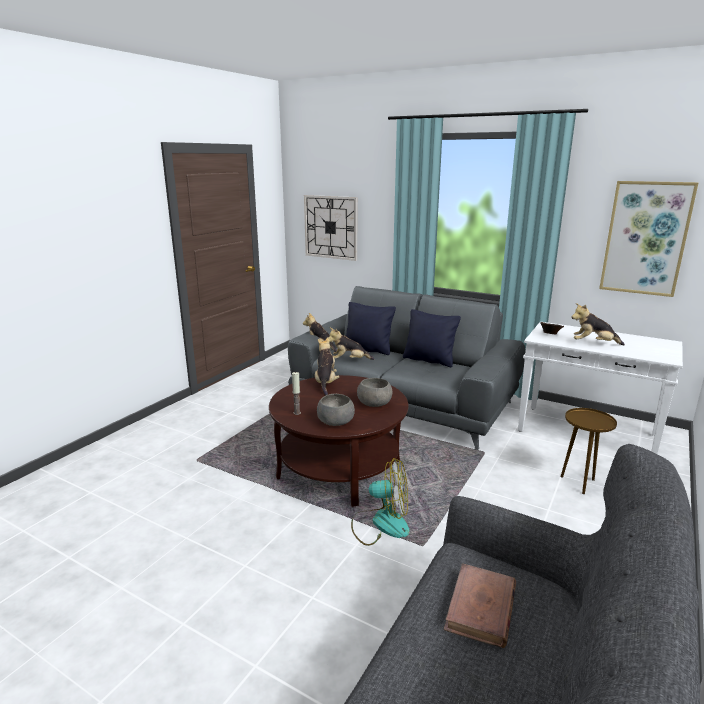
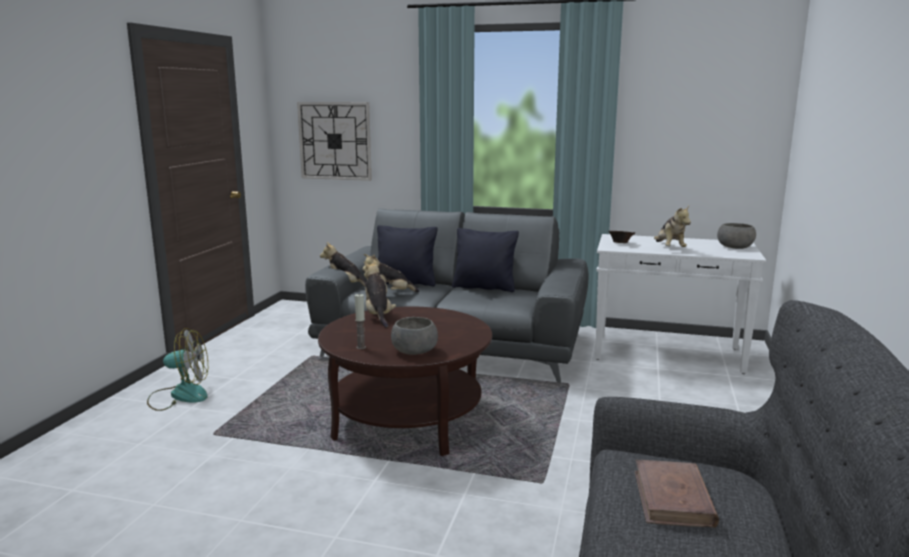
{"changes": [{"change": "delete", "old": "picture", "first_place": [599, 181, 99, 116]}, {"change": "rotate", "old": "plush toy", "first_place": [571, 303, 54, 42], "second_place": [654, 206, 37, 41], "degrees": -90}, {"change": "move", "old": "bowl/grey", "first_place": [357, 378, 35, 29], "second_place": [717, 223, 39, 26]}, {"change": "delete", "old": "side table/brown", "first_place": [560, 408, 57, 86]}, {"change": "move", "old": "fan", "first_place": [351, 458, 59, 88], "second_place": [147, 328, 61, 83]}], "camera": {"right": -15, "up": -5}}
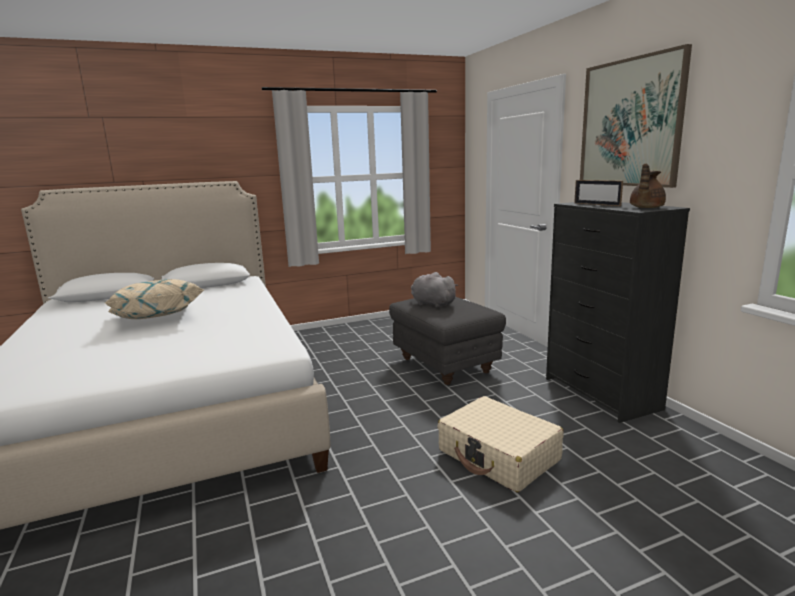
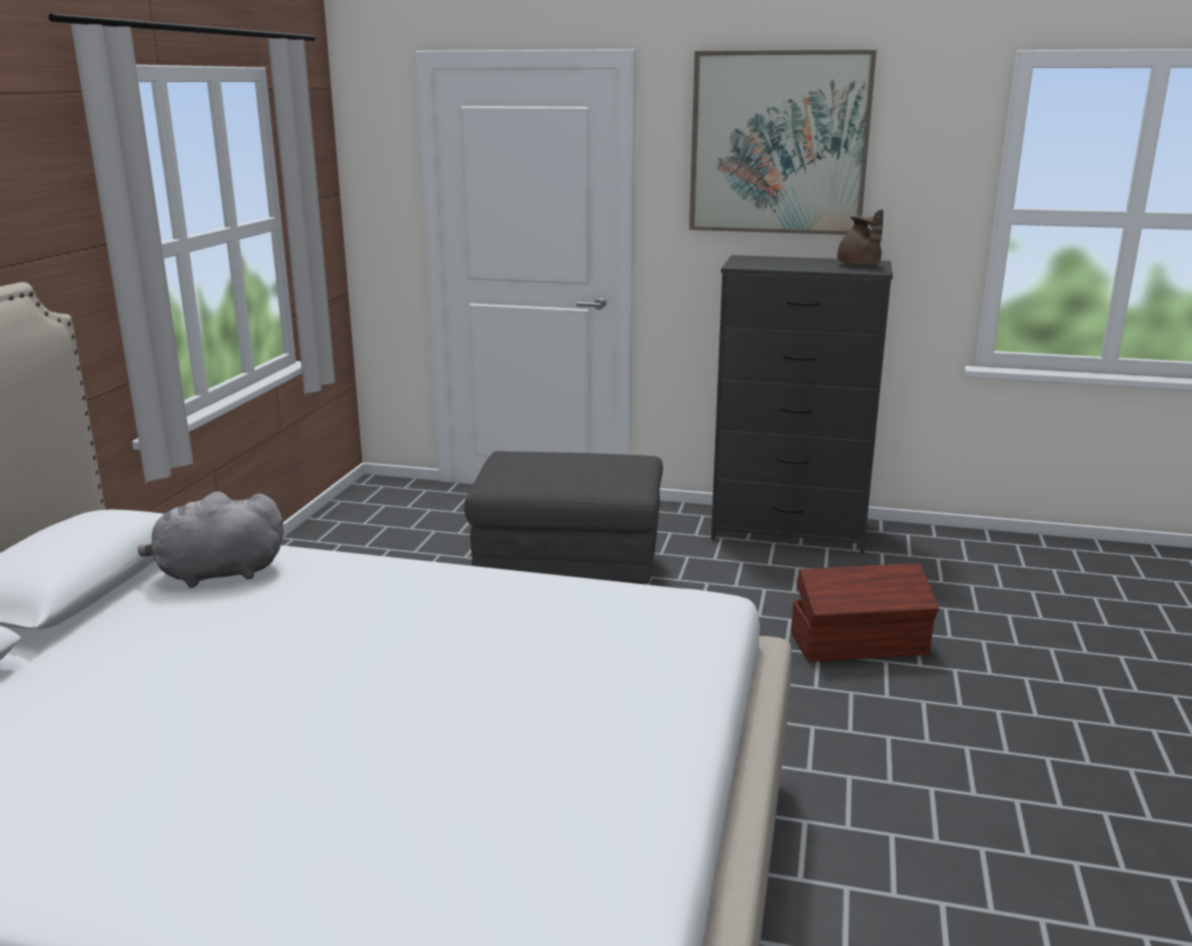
{"changes": [{"change": "delete", "old": "picture frame", "first_place": [574, 180, 49, 26]}, {"change": "move", "old": "plush toy/grey", "first_place": [411, 272, 48, 36], "second_place": [138, 492, 146, 96]}, {"change": "delete", "old": "pillow/beige", "first_place": [105, 279, 99, 40]}, {"change": "replace", "old": "suitcase/beige", "new": "storage box/brown", "first_place": [438, 396, 126, 96], "second_place": [791, 563, 148, 99]}], "camera": {"right": -55, "up": 5}}
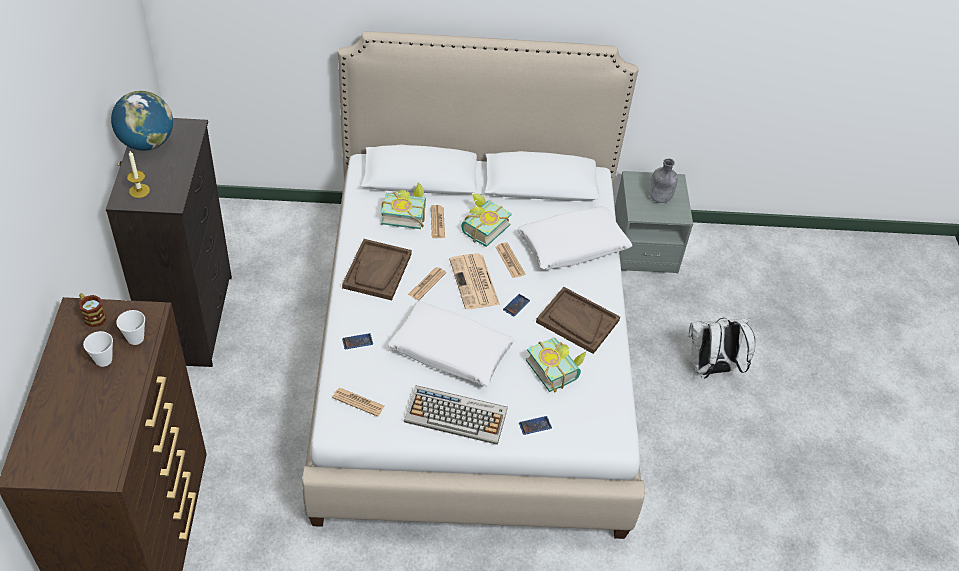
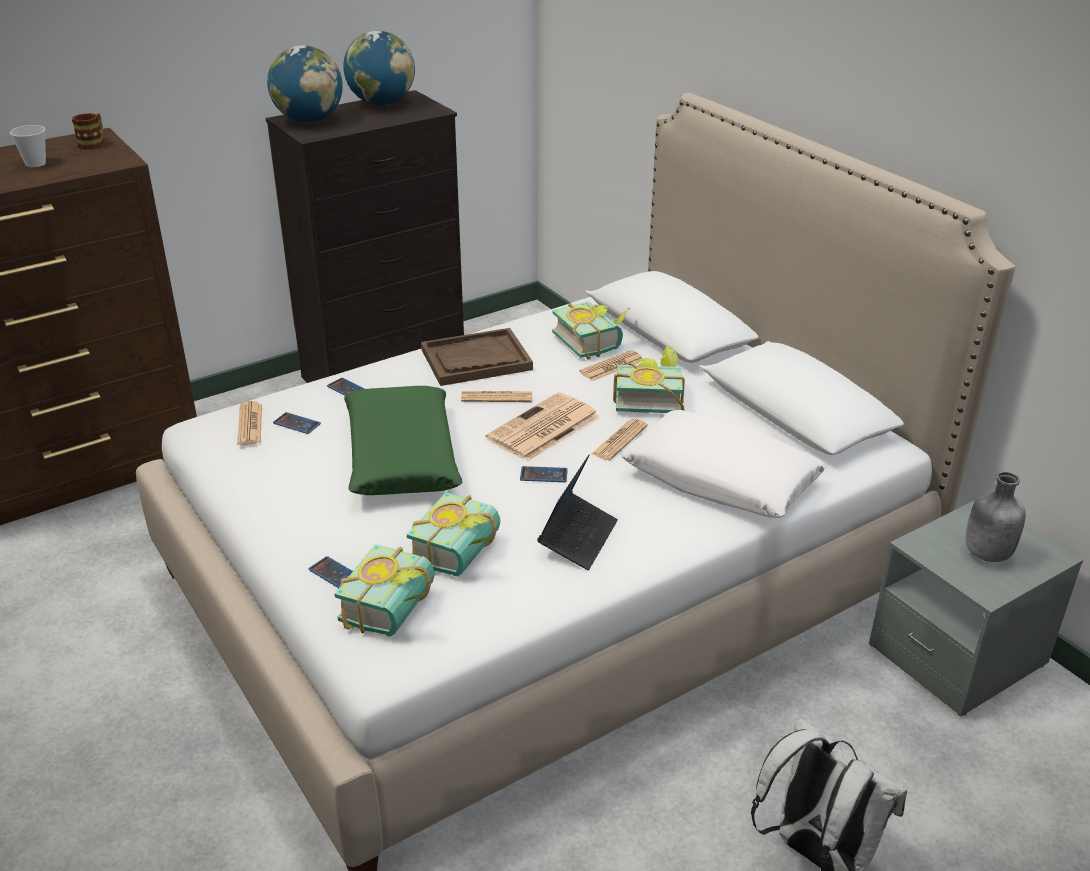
{"changes": [{"change": "replace", "old": "candle", "new": "globe", "first_place": [127, 151, 23, 47], "second_place": [267, 45, 76, 77]}, {"change": "replace", "old": "tray/brown", "new": "laptop", "first_place": [536, 287, 84, 67], "second_place": [537, 455, 81, 115]}, {"change": "recolor", "old": "pillow/white", "new": "pillow/green", "first_place": [388, 301, 126, 85], "second_place": [344, 386, 119, 109]}, {"change": "delete", "old": "cup", "first_place": [116, 310, 29, 35]}, {"change": "delete", "old": "keyboard", "first_place": [404, 385, 104, 60]}, {"change": "insert", "new": "phone", "second_place": [273, 412, 48, 22]}, {"change": "insert", "new": "book", "second_place": [335, 544, 100, 92]}], "camera": {"right": 60, "up": -15}}
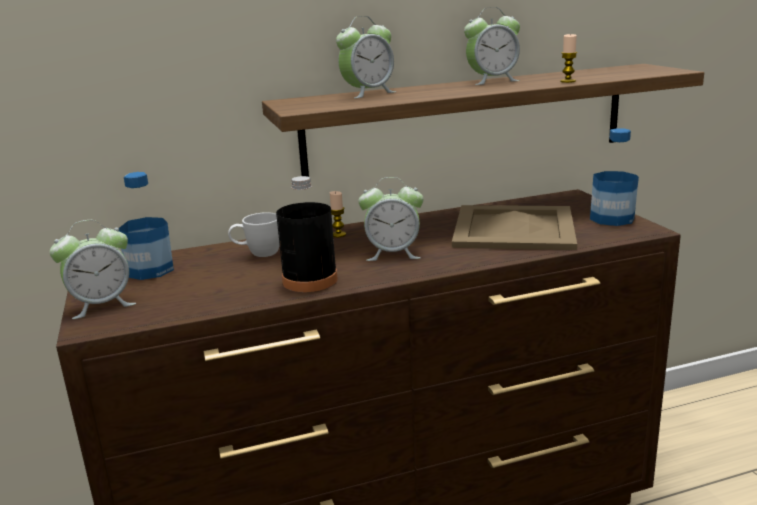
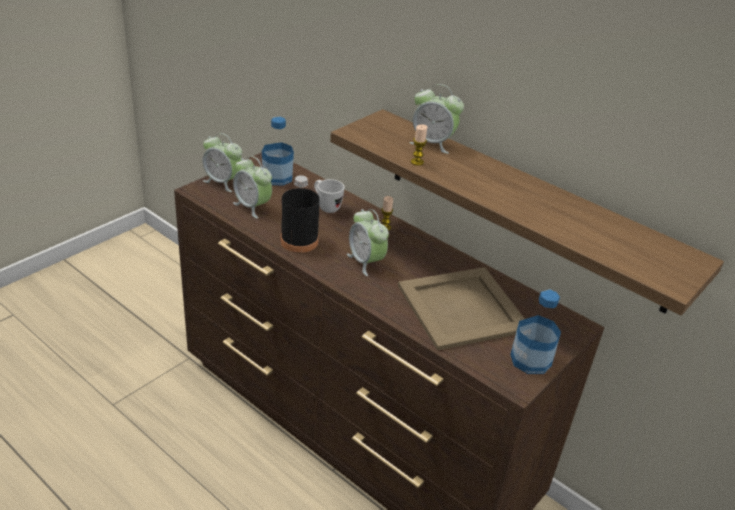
{"changes": [{"change": "move", "old": "alarm clock", "first_place": [464, 7, 56, 78], "second_place": [233, 156, 39, 62]}, {"change": "move", "old": "candle", "first_place": [560, 34, 17, 49], "second_place": [411, 124, 16, 42]}], "camera": {"right": 55, "up": 15}}
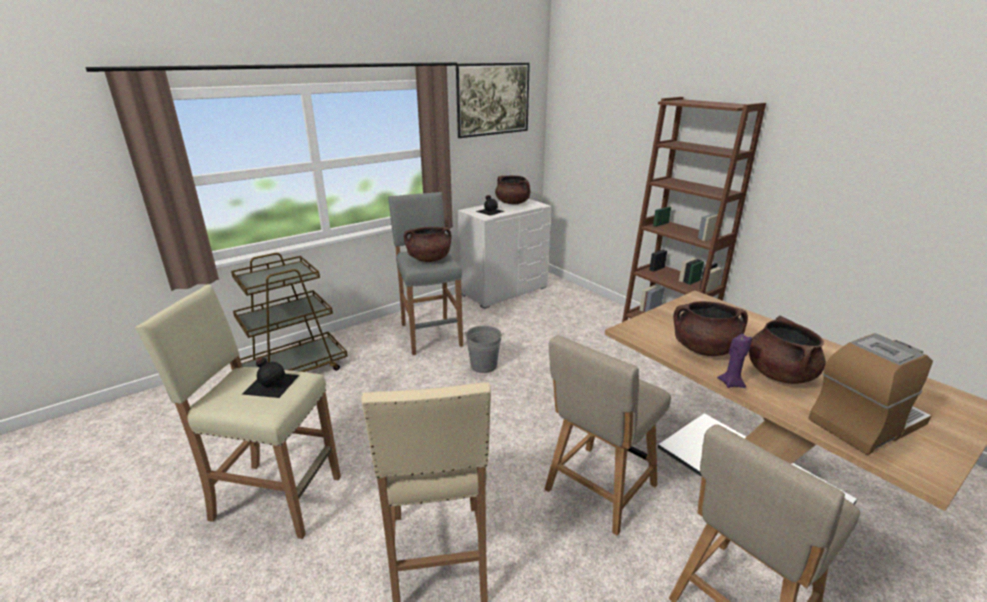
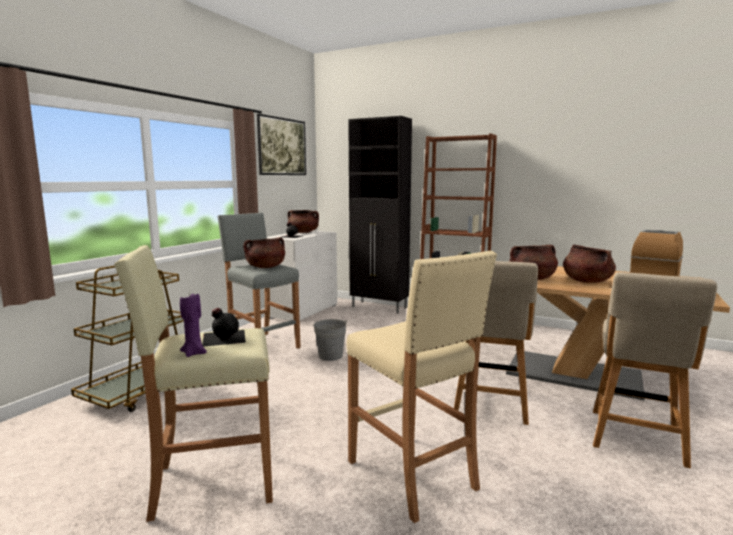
{"changes": [{"change": "move", "old": "candle/purple", "first_place": [717, 334, 35, 54], "second_place": [180, 294, 27, 63]}, {"change": "insert", "new": "cabinet/black", "second_place": [348, 116, 64, 198]}], "camera": {"right": -25, "up": -15}}
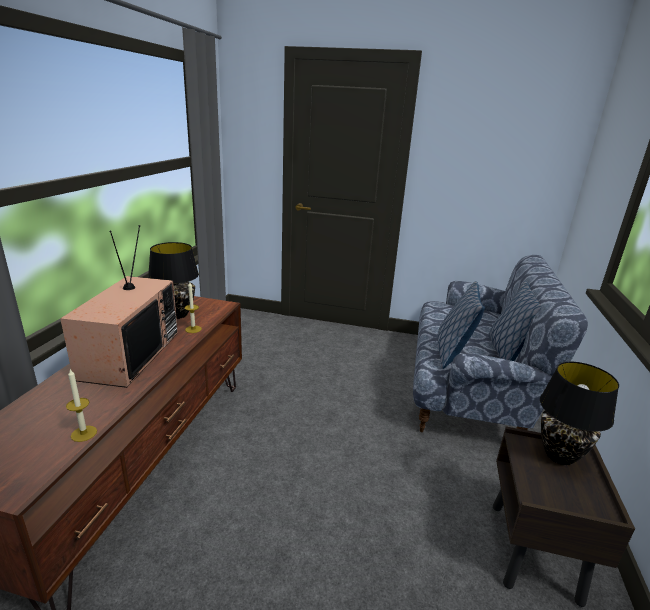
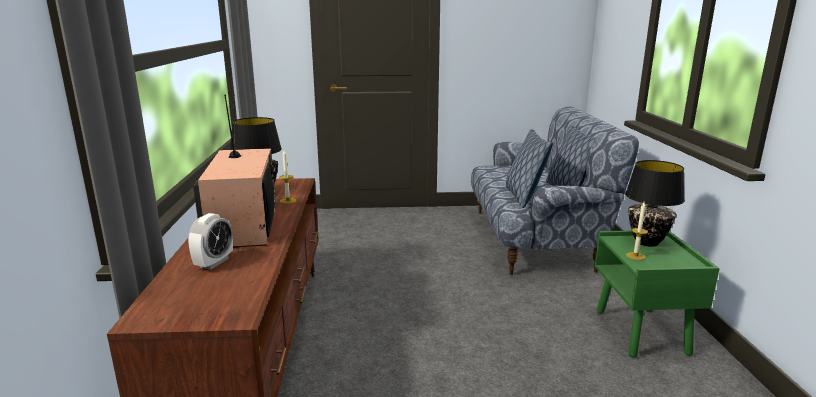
{"changes": [{"change": "move", "old": "candle", "first_place": [66, 369, 31, 73], "second_place": [626, 202, 22, 58]}, {"change": "recolor", "old": "nightstand/brown", "new": "nightstand/green", "first_place": [493, 427, 142, 180], "second_place": [595, 231, 125, 126]}, {"change": "insert", "new": "alarm clock", "second_place": [188, 213, 45, 57]}], "camera": {"right": -15, "up": -5}}
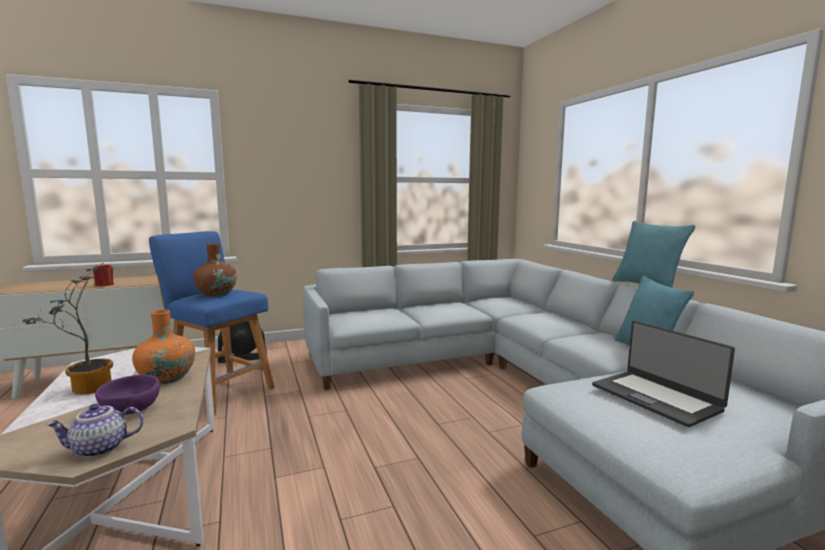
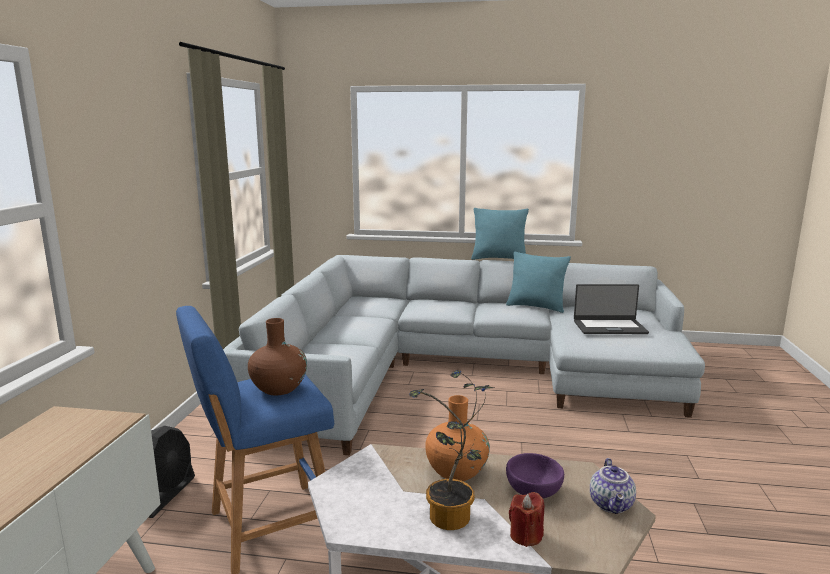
{"changes": [{"change": "move", "old": "candle/red", "first_place": [93, 263, 21, 23], "second_place": [509, 492, 35, 55]}], "camera": {"right": -60, "up": 5}}
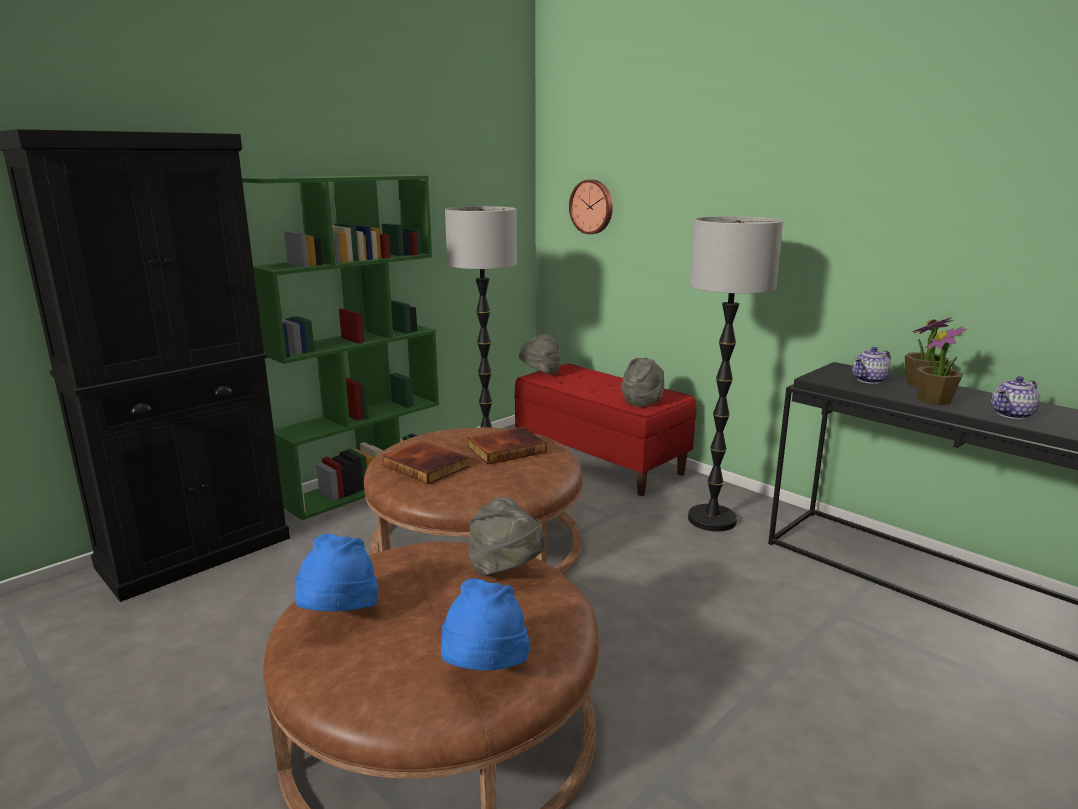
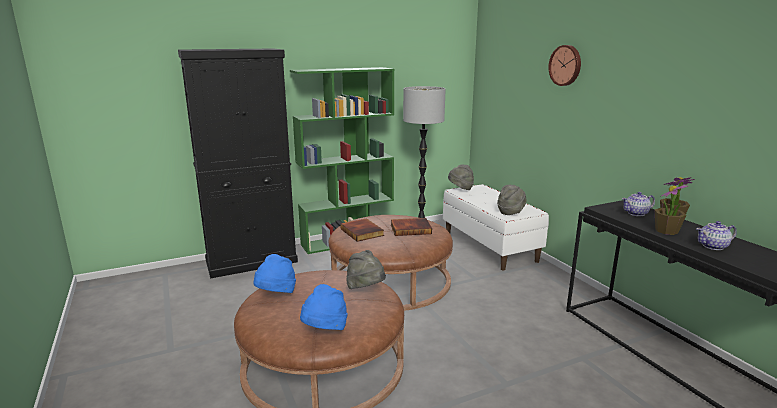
{"changes": [{"change": "move", "old": "wall clock", "first_place": [569, 180, 44, 54], "second_place": [548, 45, 33, 41]}, {"change": "delete", "old": "floor lamp", "first_place": [688, 216, 95, 316]}, {"change": "recolor", "old": "bench/red", "new": "bench/white", "first_place": [515, 364, 181, 132], "second_place": [443, 184, 106, 87]}], "camera": {"right": 20, "up": 0}}
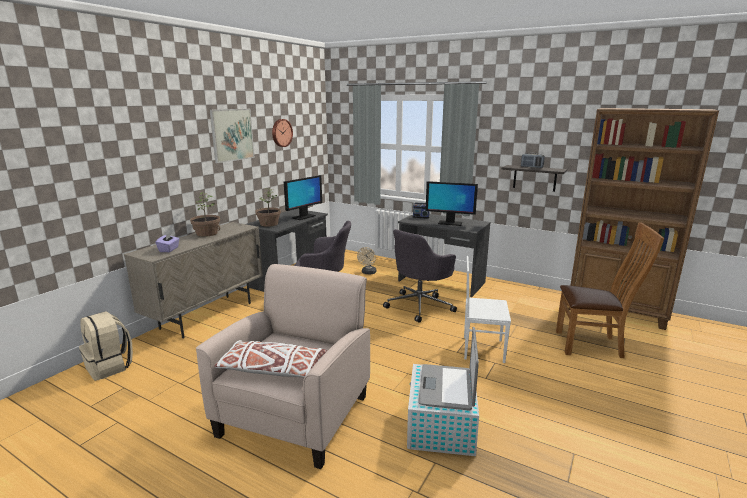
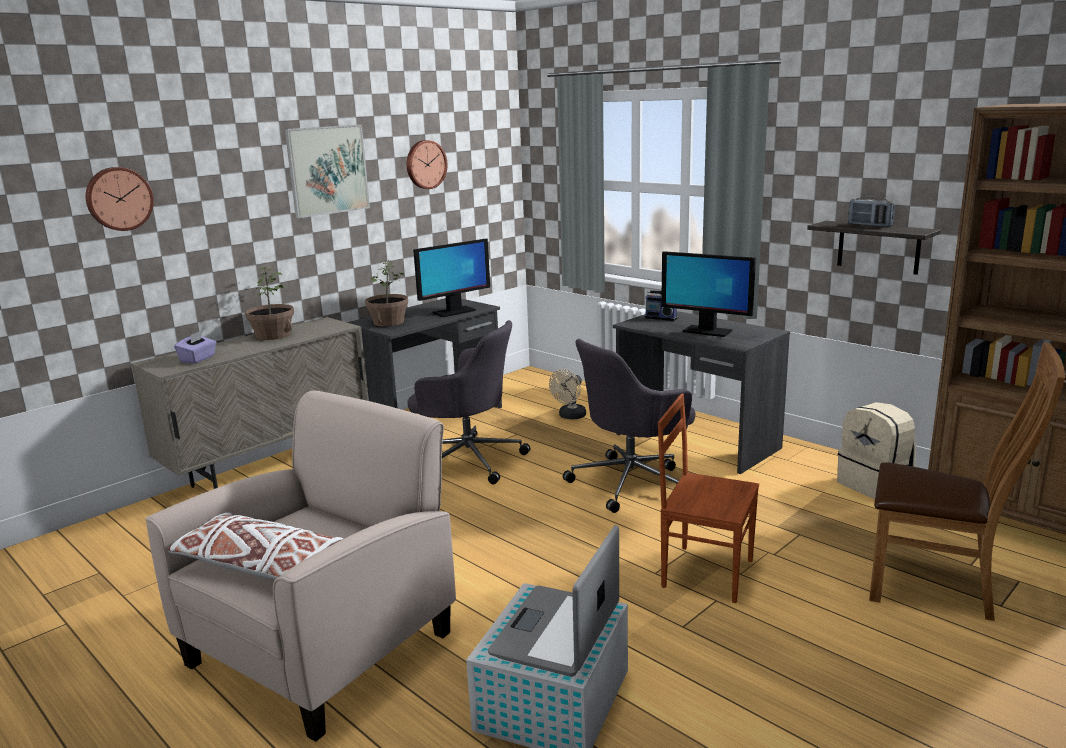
{"changes": [{"change": "recolor", "old": "chair/white", "new": "chair/brown", "first_place": [464, 256, 47, 107], "second_place": [658, 394, 101, 209]}, {"change": "move", "old": "backpack/beige", "first_place": [79, 311, 54, 70], "second_place": [837, 402, 79, 97]}, {"change": "insert", "new": "wall clock", "second_place": [85, 167, 69, 64]}], "camera": {"right": 15, "up": 0}}
